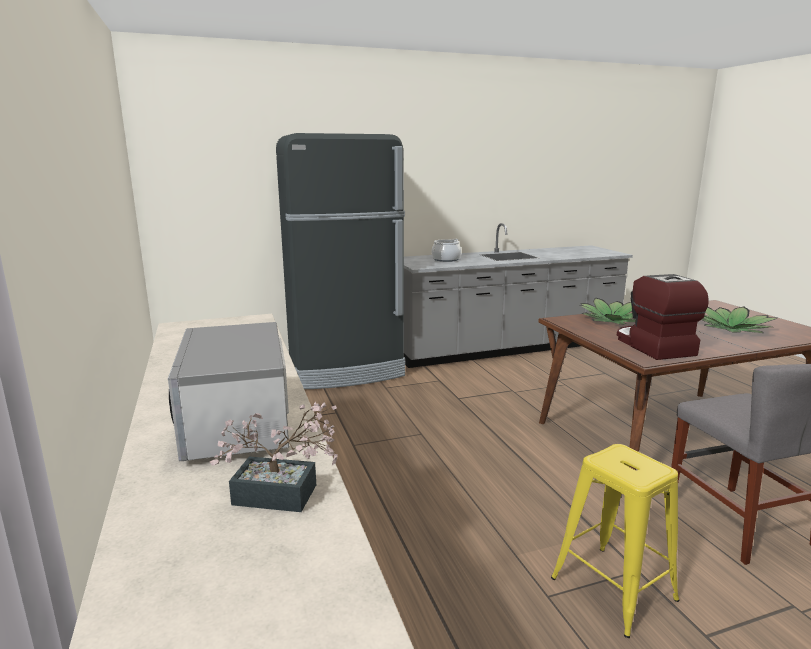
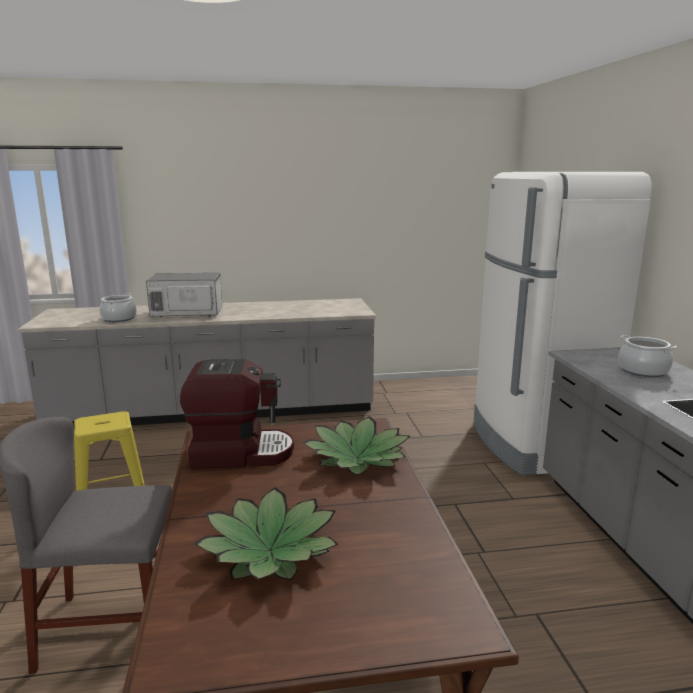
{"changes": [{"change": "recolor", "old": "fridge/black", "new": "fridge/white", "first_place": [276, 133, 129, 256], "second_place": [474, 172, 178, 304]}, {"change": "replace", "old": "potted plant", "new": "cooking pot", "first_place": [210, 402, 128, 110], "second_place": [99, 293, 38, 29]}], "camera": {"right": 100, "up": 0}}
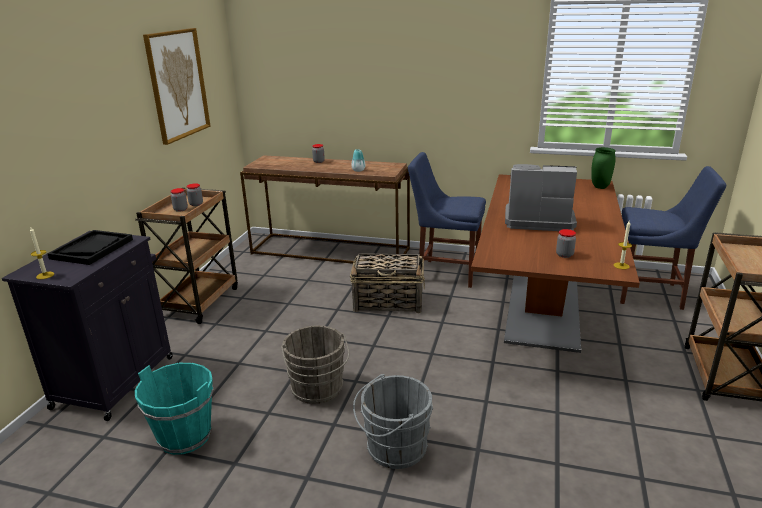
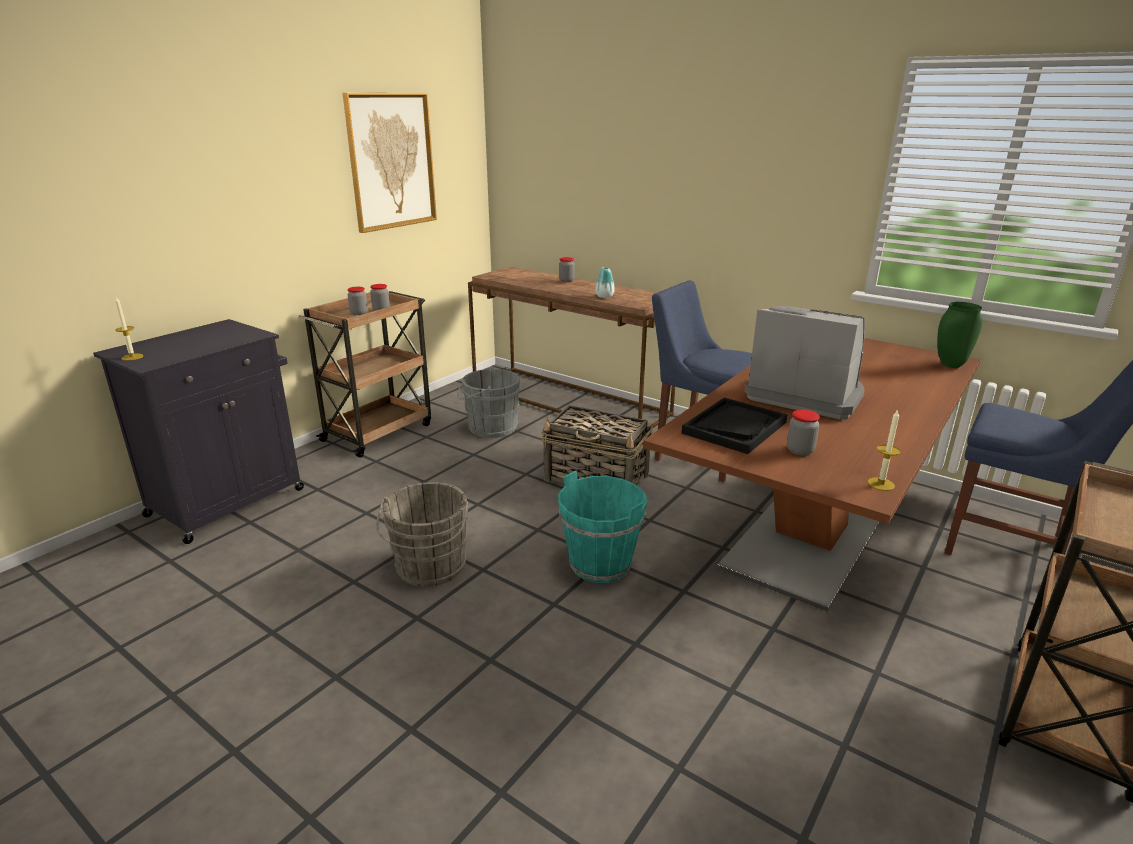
{"changes": [{"change": "move", "old": "tray/black", "first_place": [47, 230, 86, 35], "second_place": [682, 398, 105, 56]}, {"change": "move", "old": "bucket/turquoise", "first_place": [135, 363, 78, 92], "second_place": [558, 471, 89, 112]}, {"change": "move", "old": "bucket/grey", "first_place": [353, 374, 80, 95], "second_place": [457, 366, 64, 72]}], "camera": {"right": 20, "up": 0}}
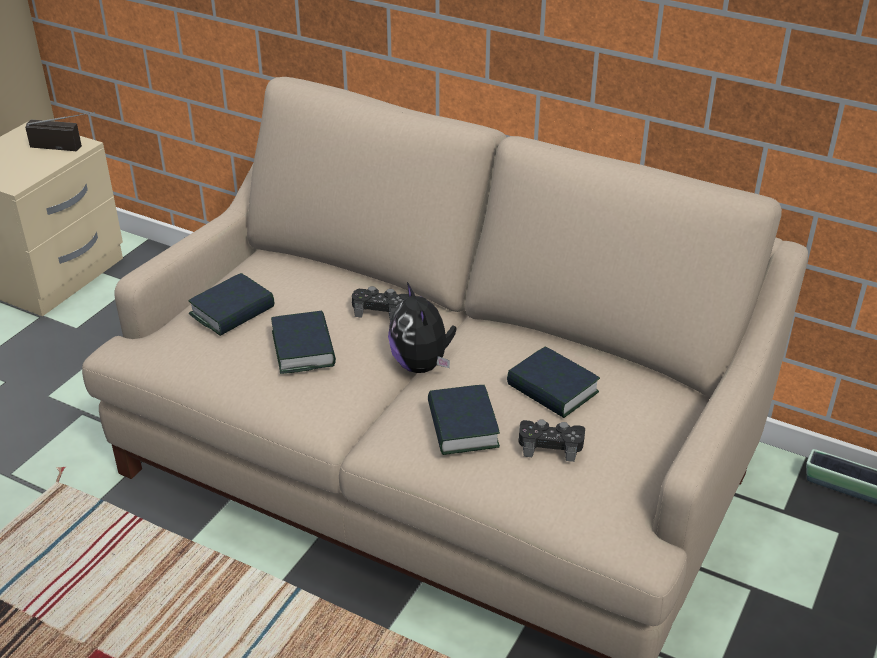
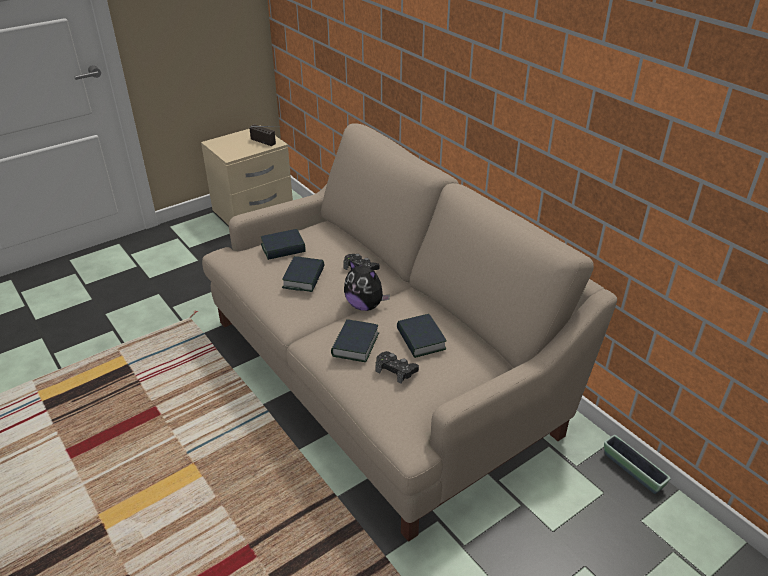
{"changes": [{"change": "rotate", "old": "plush toy", "first_place": [388, 282, 69, 91], "second_place": [344, 261, 46, 50], "degrees": -60}], "camera": {"right": 25, "up": 0}}
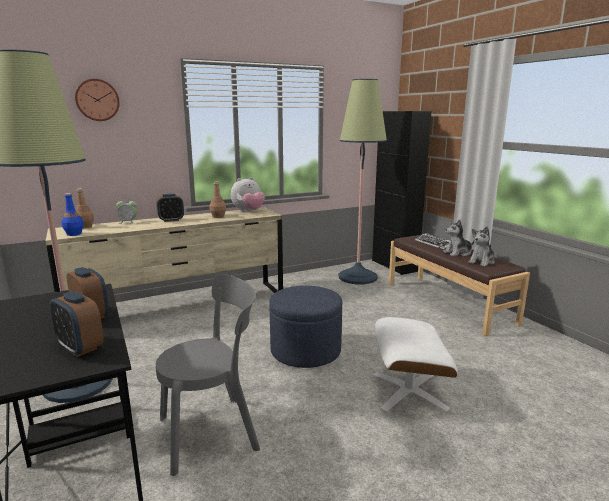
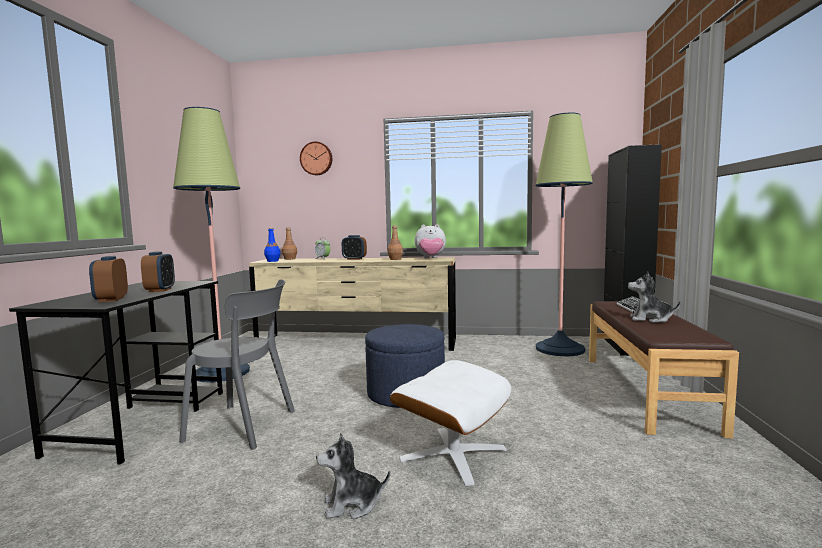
{"changes": [{"change": "move", "old": "plush toy", "first_place": [468, 226, 27, 41], "second_place": [316, 433, 74, 86]}], "camera": {"right": 35, "up": -10}}
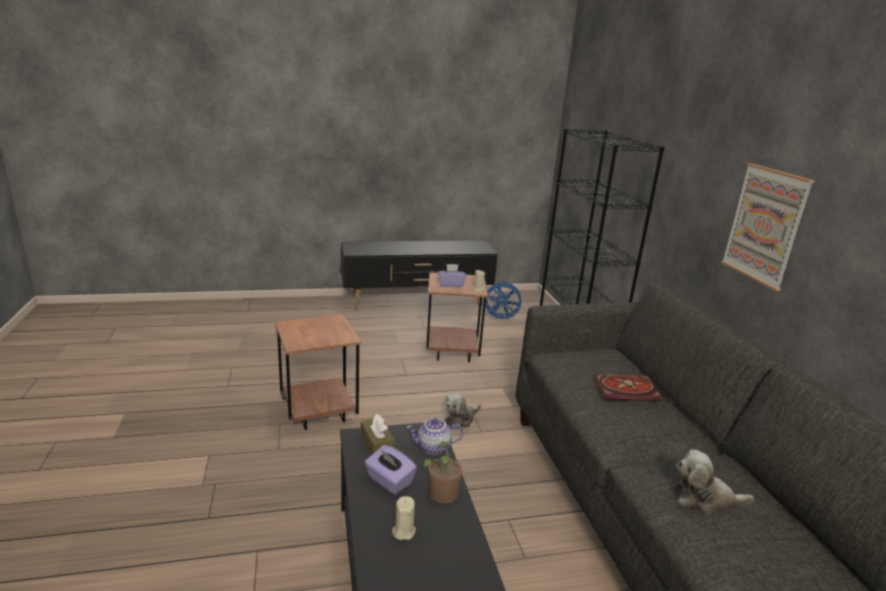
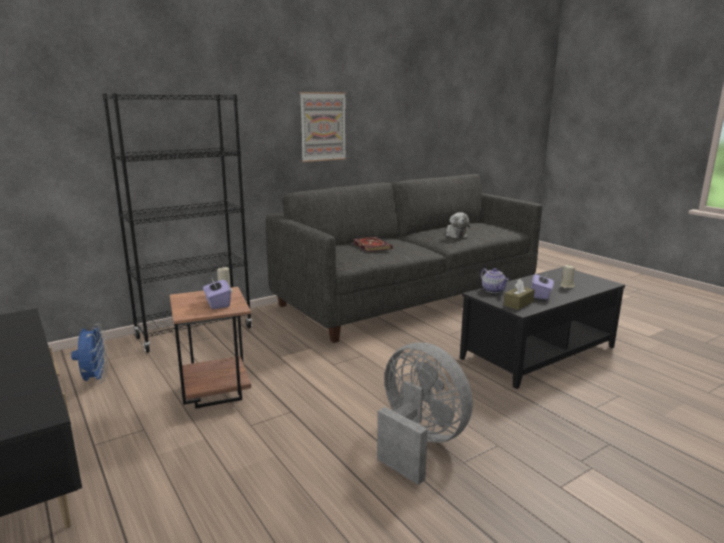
{"changes": [{"change": "replace", "old": "side table/brown", "new": "fan/grey", "first_place": [275, 314, 86, 116], "second_place": [377, 342, 96, 143]}, {"change": "delete", "old": "plush toy", "first_place": [444, 393, 37, 37]}, {"change": "delete", "old": "potted plant", "first_place": [423, 441, 39, 63]}], "camera": {"right": -110, "up": -5}}
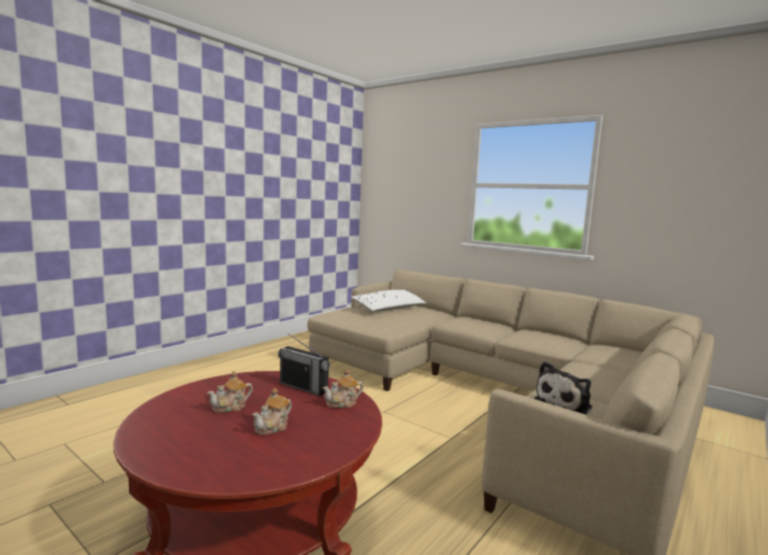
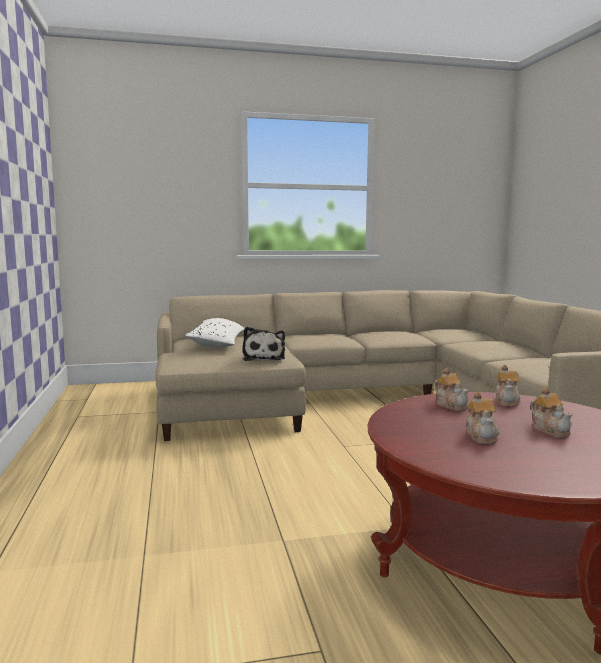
{"changes": [{"change": "replace", "old": "radio", "new": "teapot", "first_place": [278, 333, 52, 63], "second_place": [434, 368, 35, 43]}, {"change": "move", "old": "plush toy", "first_place": [534, 362, 58, 53], "second_place": [242, 327, 43, 34]}], "camera": {"right": -50, "up": 0}}
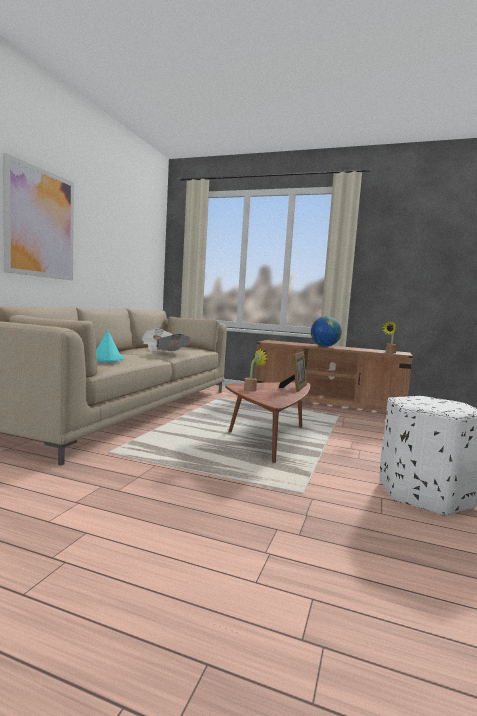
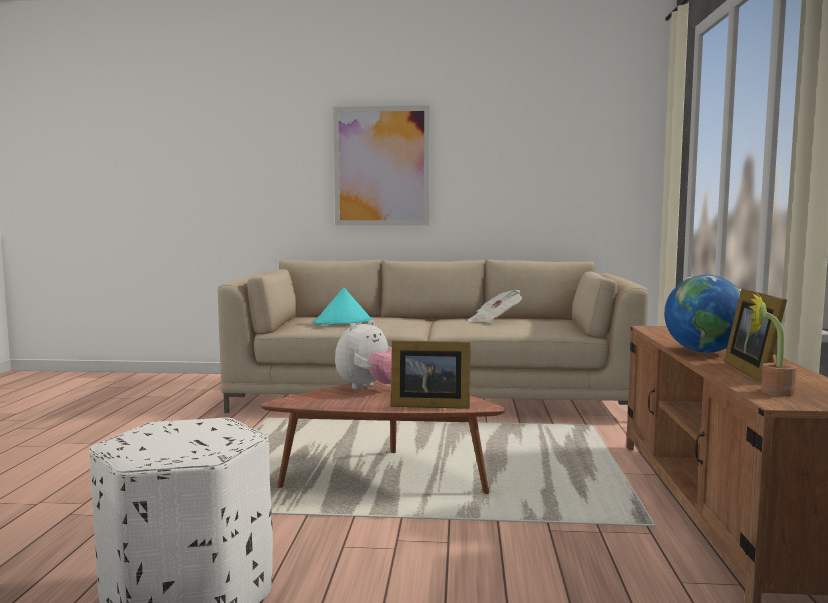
{"changes": [{"change": "delete", "old": "newspaper", "first_place": [156, 334, 35, 17]}, {"change": "replace", "old": "potted plant", "new": "plush toy", "first_place": [244, 348, 23, 43], "second_place": [335, 320, 57, 69]}, {"change": "insert", "new": "picture frame", "second_place": [724, 289, 63, 94]}], "camera": {"right": 75, "up": 0}}
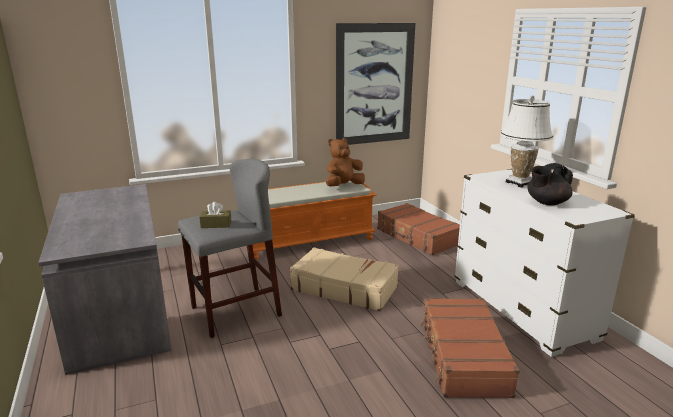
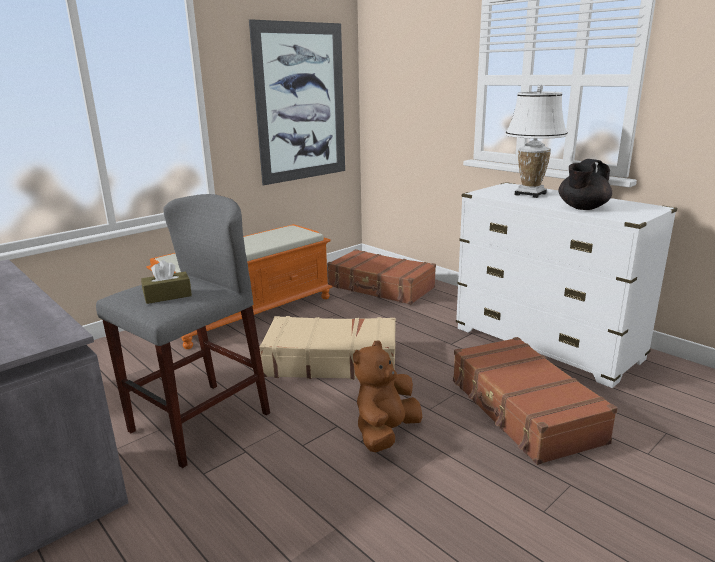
{"changes": [{"change": "move", "old": "plush toy/brown", "first_place": [326, 138, 39, 48], "second_place": [353, 340, 69, 112]}], "camera": {"right": -20, "up": 0}}
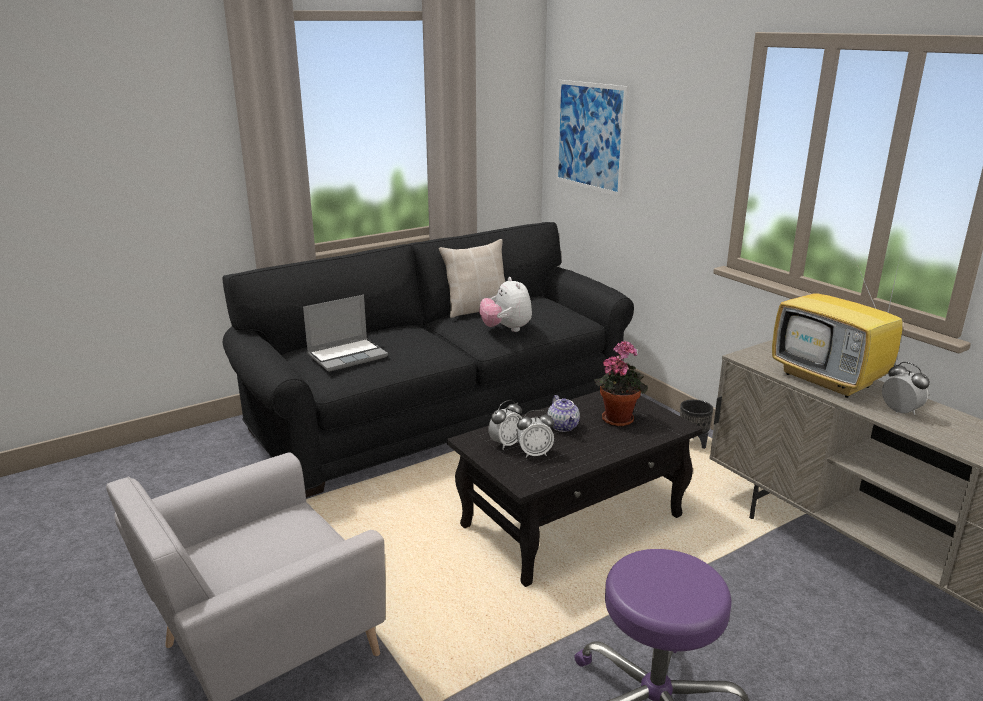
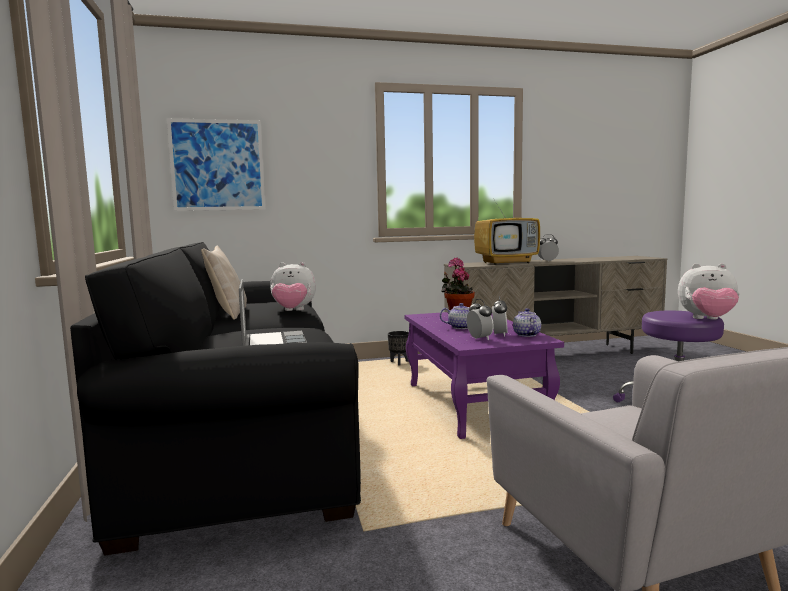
{"changes": [{"change": "recolor", "old": "coffee table/black", "new": "coffee table/purple", "first_place": [447, 390, 256, 197], "second_place": [405, 312, 159, 127]}, {"change": "insert", "new": "plush toy", "second_place": [678, 263, 62, 57]}, {"change": "insert", "new": "teapot", "second_place": [513, 308, 28, 29]}], "camera": {"right": -70, "up": -15}}
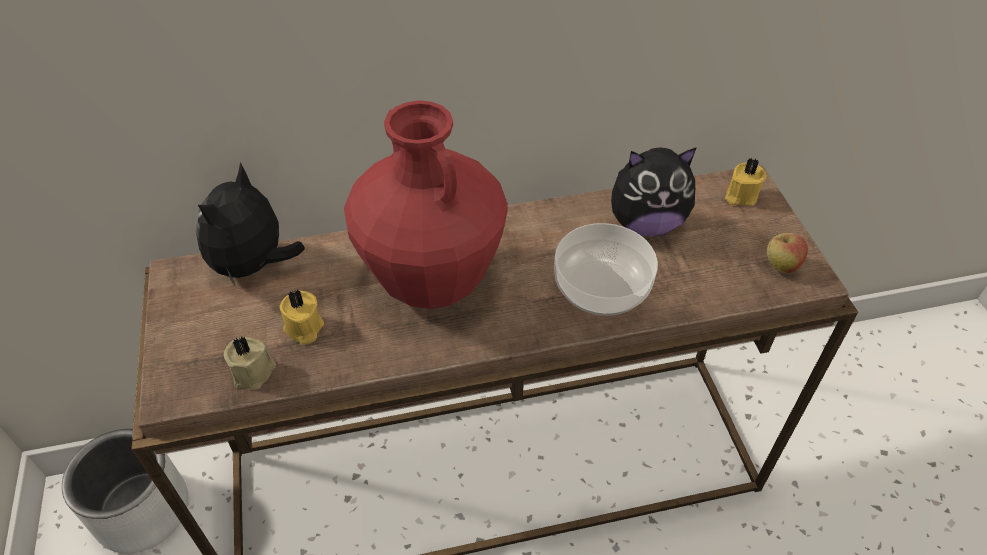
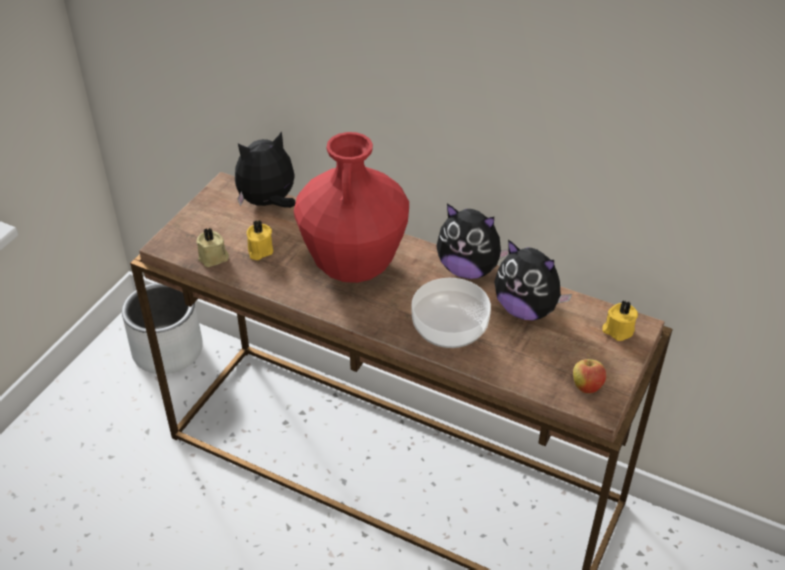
{"changes": [{"change": "insert", "new": "plush toy", "second_place": [436, 204, 73, 75]}], "camera": {"right": 40, "up": -5}}
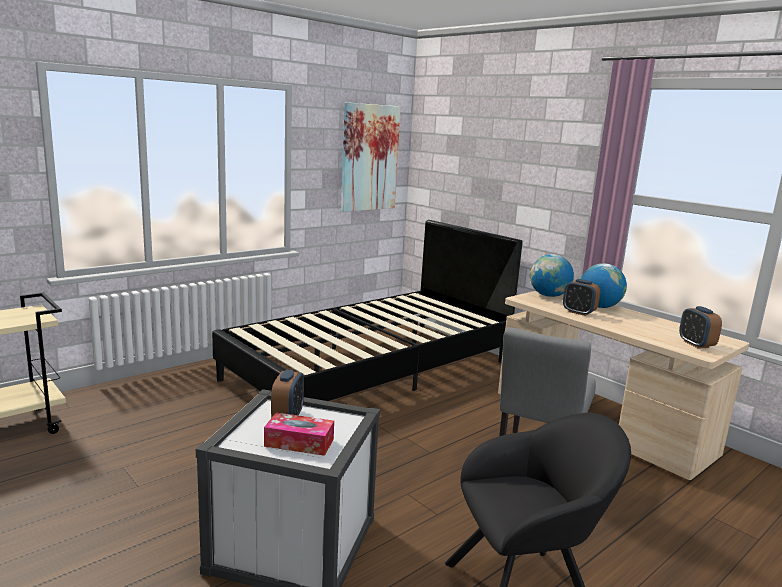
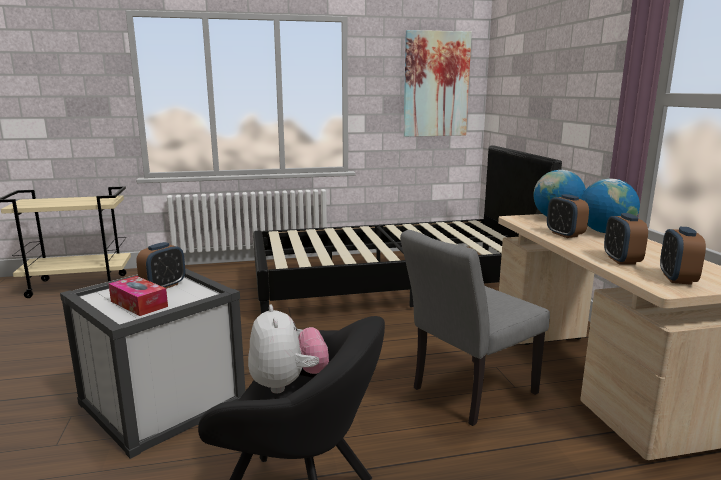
{"changes": [{"change": "insert", "new": "alarm clock", "second_place": [604, 213, 44, 52]}, {"change": "insert", "new": "plush toy", "second_place": [248, 305, 81, 88]}], "camera": {"right": 30, "up": 0}}
